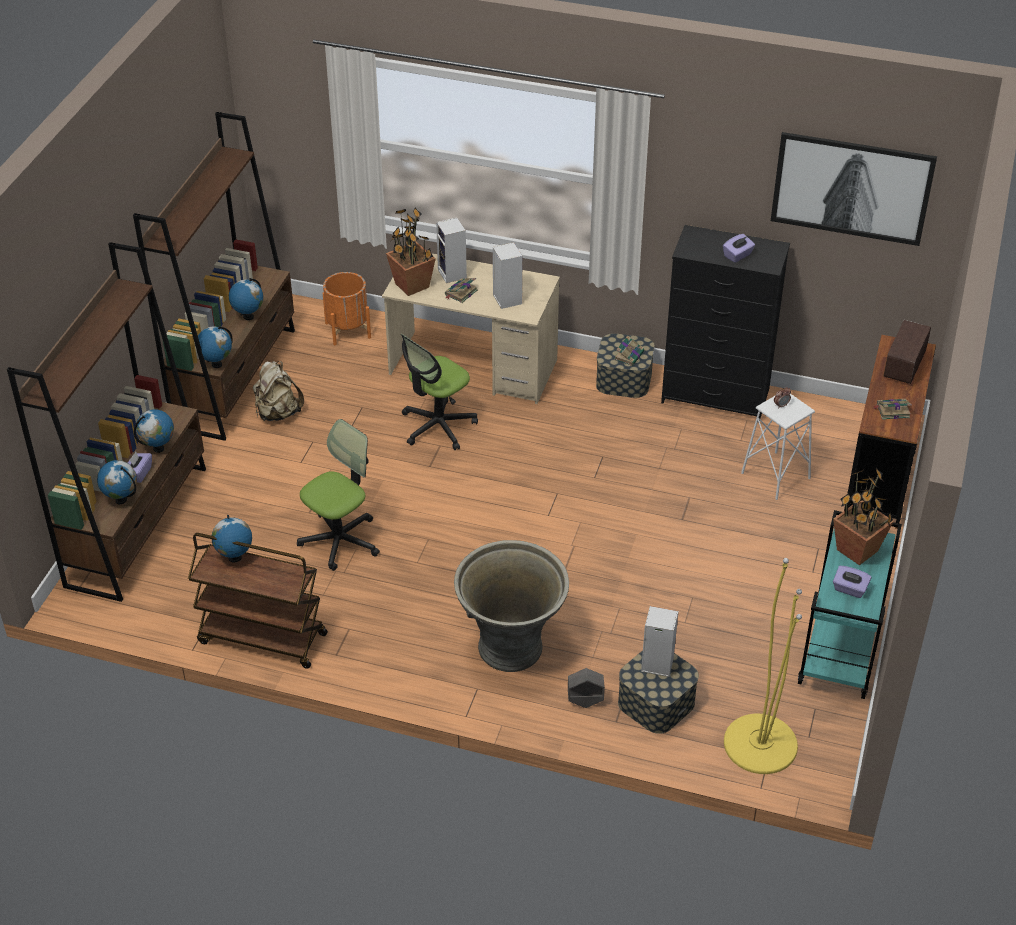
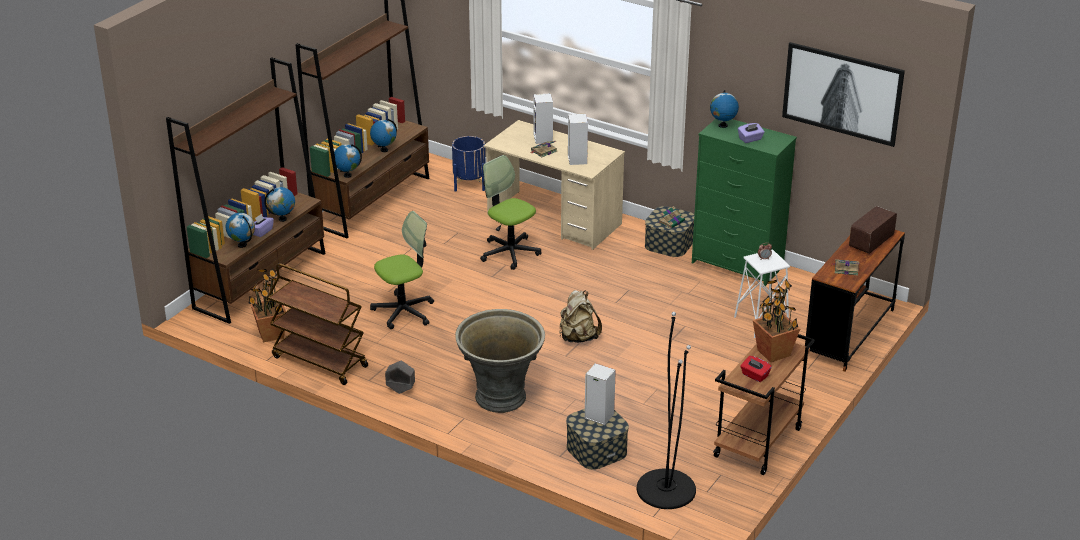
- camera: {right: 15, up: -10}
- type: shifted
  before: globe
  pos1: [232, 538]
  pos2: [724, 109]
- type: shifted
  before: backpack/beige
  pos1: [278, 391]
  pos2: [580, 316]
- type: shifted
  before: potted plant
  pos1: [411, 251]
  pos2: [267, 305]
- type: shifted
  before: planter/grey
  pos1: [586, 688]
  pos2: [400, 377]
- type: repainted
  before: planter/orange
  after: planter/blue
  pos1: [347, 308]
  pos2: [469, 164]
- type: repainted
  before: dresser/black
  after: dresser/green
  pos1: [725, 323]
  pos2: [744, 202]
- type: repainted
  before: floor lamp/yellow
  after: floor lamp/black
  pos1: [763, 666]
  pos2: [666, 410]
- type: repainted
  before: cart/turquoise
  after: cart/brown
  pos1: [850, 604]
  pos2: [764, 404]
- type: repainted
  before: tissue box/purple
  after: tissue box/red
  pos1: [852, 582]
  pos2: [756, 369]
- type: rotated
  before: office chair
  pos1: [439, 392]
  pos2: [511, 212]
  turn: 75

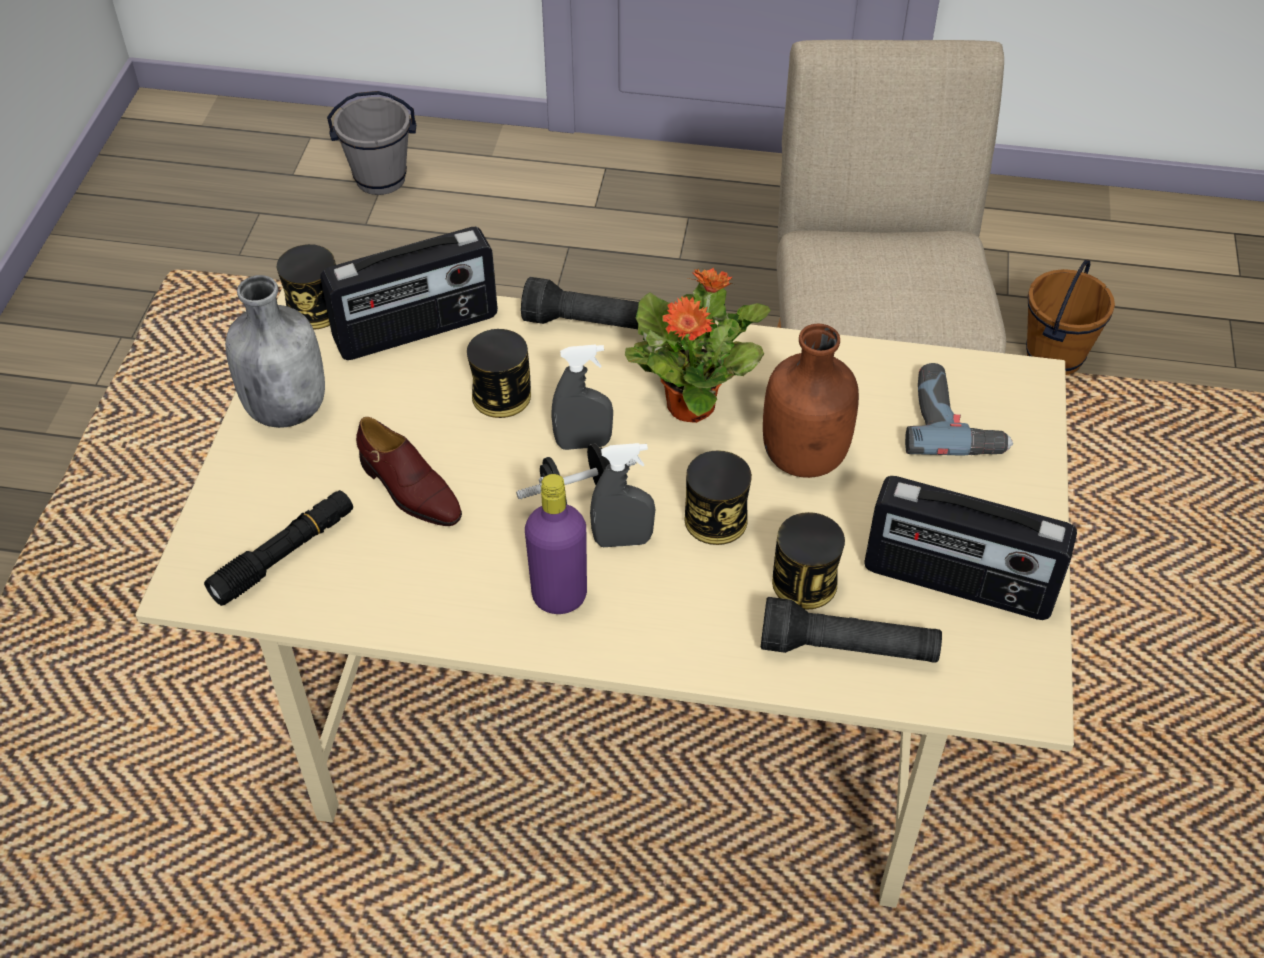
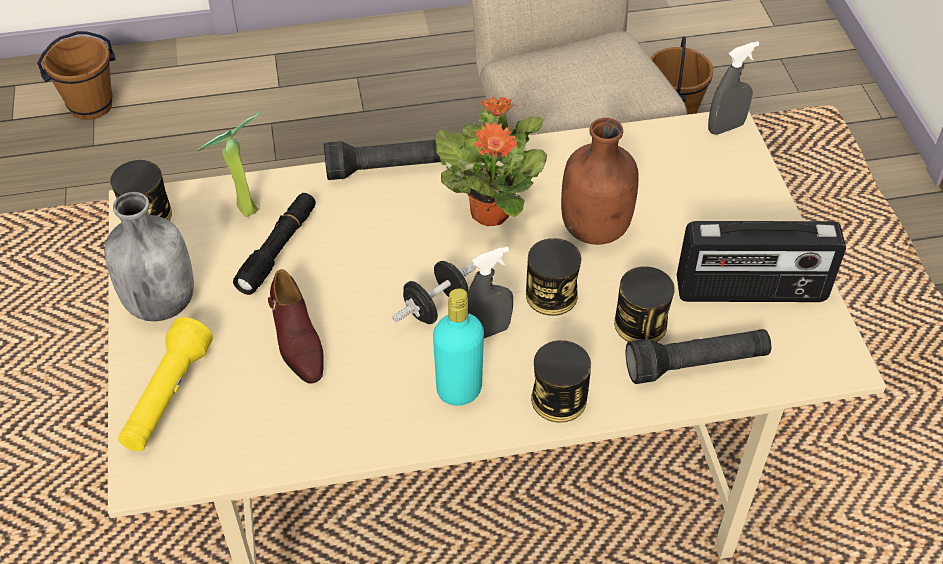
- camera: {right: -20, up: 0}
- type: gone
  before: power drill
  pos1: [959, 409]
- type: new
  after: flashlight/yellow
  pos2: [165, 384]
- type: shifted
  before: flashlight/black
  pos1: [278, 548]
  pos2: [274, 244]
- type: shifted
  before: can
  pos1: [499, 373]
  pos2: [561, 381]
- type: shifted
  before: spray bottle/grey
  pos1: [582, 397]
  pos2: [733, 88]
- type: swapped
  before: radio
  after: potted plant
  pos1: [409, 293]
  pos2: [229, 164]
- type: repainted
  before: bucket/grey
  after: bucket/brown
  pos1: [371, 143]
  pos2: [76, 75]
- type: repainted
  before: bottle/purple
  after: bottle/turquoise
  pos1: [556, 544]
  pos2: [458, 347]
- type: rotated
  before: shoe/brown
  pos1: [409, 471]
  pos2: [296, 326]
  turn: 45

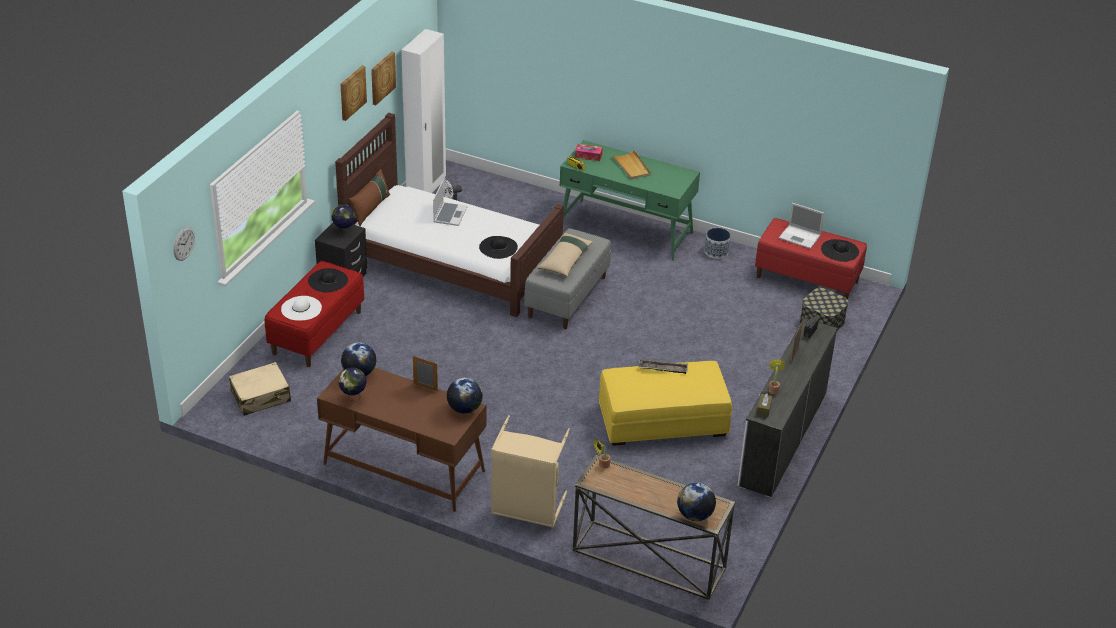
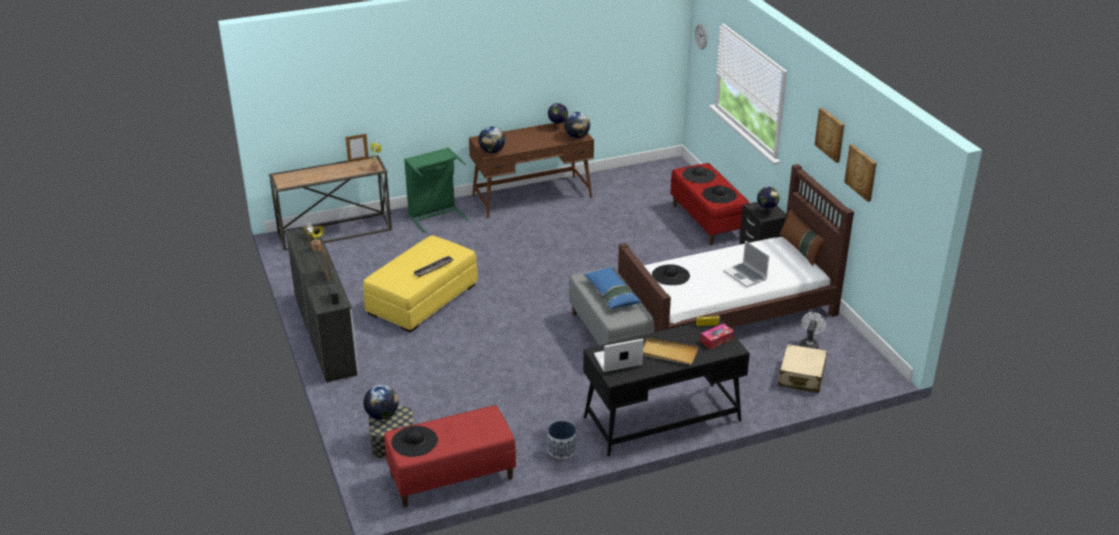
- camera: {right: 135, up: -5}
- type: gone
  before: wardrobe/white
  pos1: [423, 111]
- type: shifted
  before: suitcase/beige
  pos1: [260, 389]
  pos2: [802, 368]
- type: shifted
  before: picture frame
  pos1: [425, 374]
  pos2: [357, 148]
- type: shifted
  before: globe
  pos1: [696, 501]
  pos2: [381, 402]
- type: shifted
  before: laptop
  pos1: [801, 226]
  pos2: [619, 355]
- type: repainted
  before: hat/white
  after: hat/black
  pos1: [301, 308]
  pos2: [699, 174]
- type: repainted
  before: laundry basket/beige
  after: laundry basket/green
  pos1: [530, 471]
  pos2: [436, 190]
- type: repainted
  before: pillow/beige
  after: pillow/blue
  pos1: [565, 254]
  pos2: [612, 288]
- type: repainted
  before: desk/green
  after: desk/black
  pos1: [630, 200]
  pos2: [666, 387]

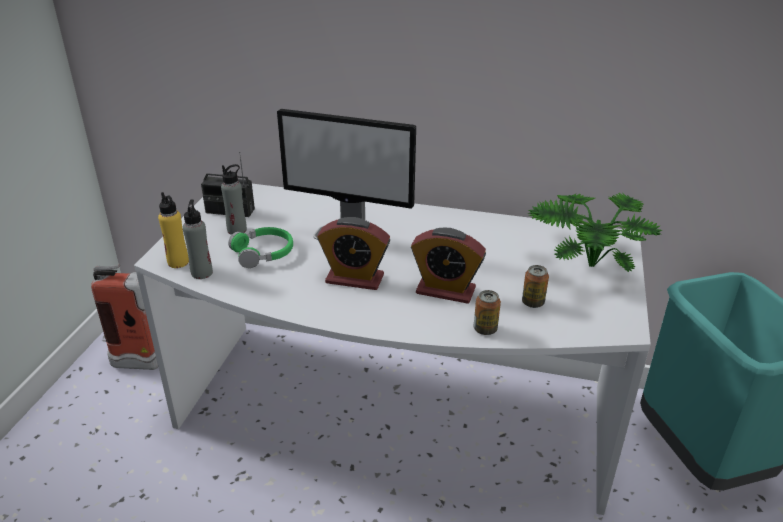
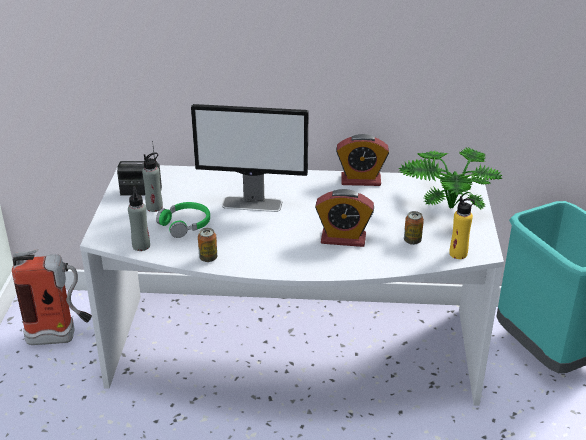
- camera: {right: -10, up: 0}
- type: shifted
  before: bottle/yellow
  pos1: [173, 230]
  pos2: [462, 227]
- type: shifted
  before: alarm clock
  pos1: [353, 253]
  pos2: [362, 160]
- type: shifted
  before: can
  pos1: [487, 312]
  pos2: [207, 245]

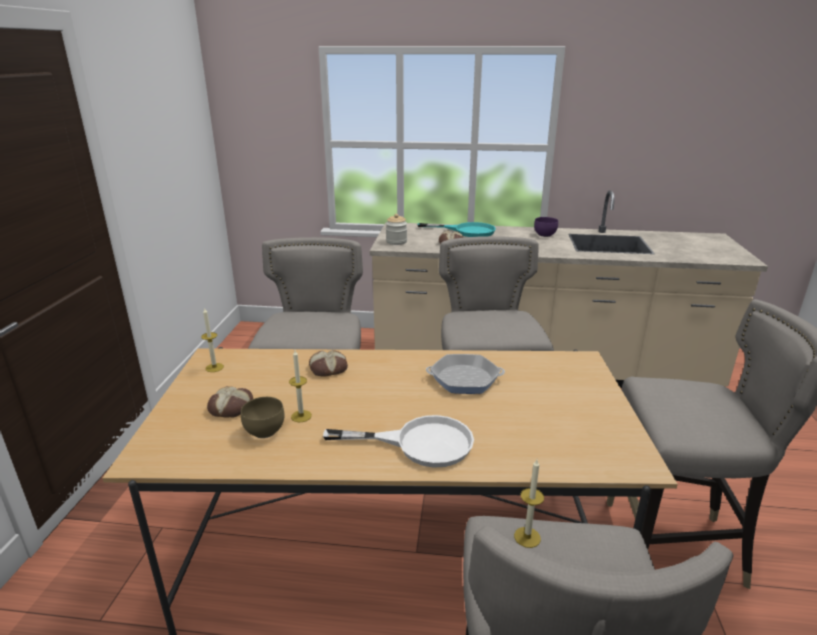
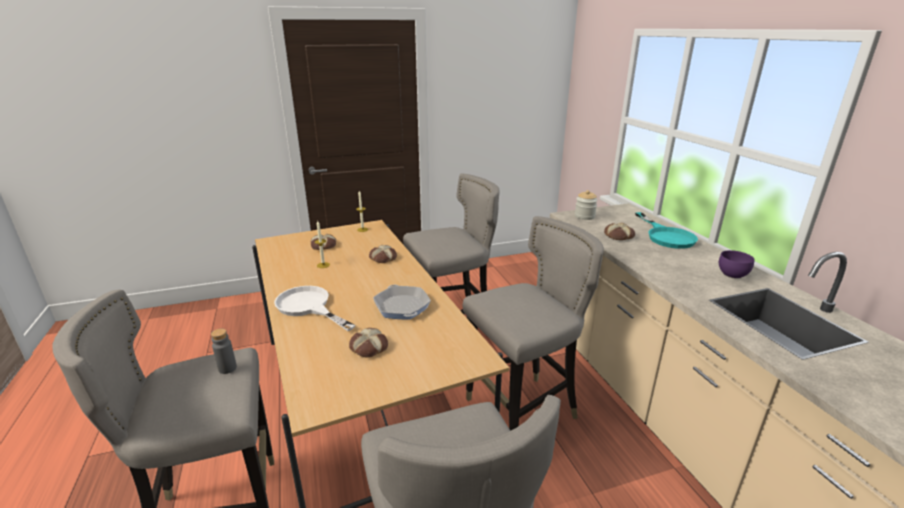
- camera: {right: 65, up: 0}
- type: gone
  before: bowl/brown
  pos1: [263, 417]
- type: new
  after: bread
  pos2: [368, 343]
- type: swapped
  before: candle
  after: bottle/grey
  pos1: [529, 504]
  pos2: [224, 351]
- type: rotated
  before: frying pan/white
  pos1: [398, 441]
  pos2: [314, 308]
  turn: 150

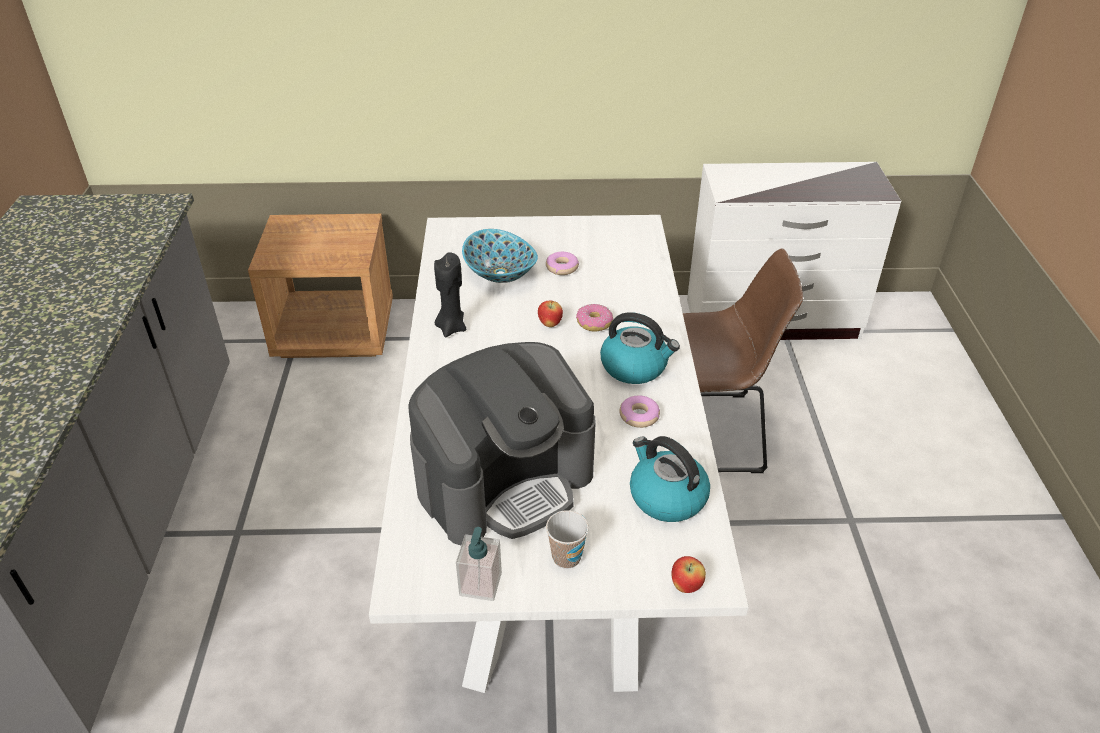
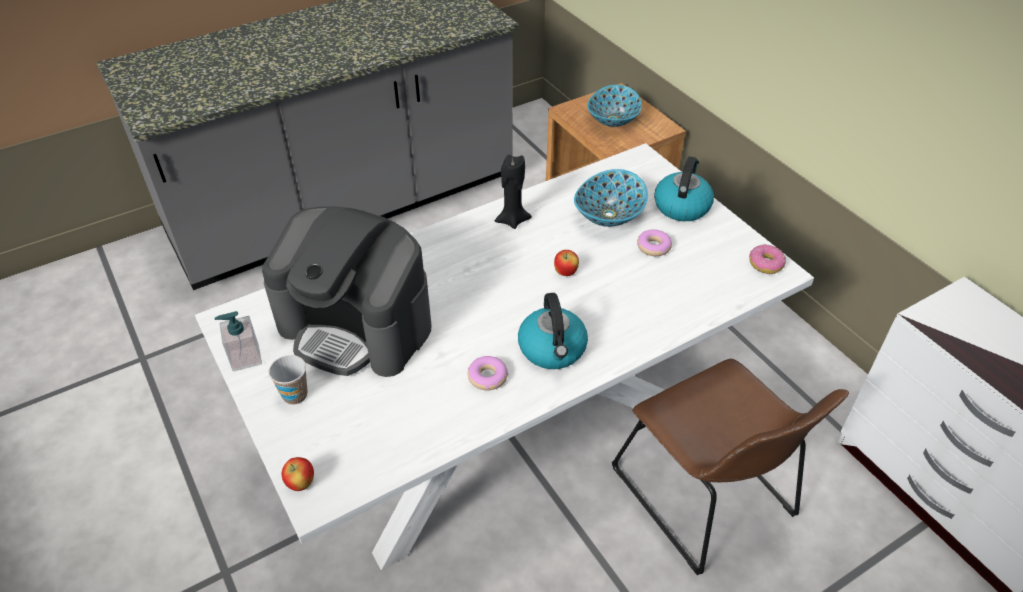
- camera: {right: 60, up: 5}
- type: new
  after: bowl
  pos2: [614, 106]
- type: shifted
  before: donut
  pos1: [594, 317]
  pos2: [767, 259]
- type: shifted
  before: kettle
  pos1: [670, 479]
  pos2: [684, 188]

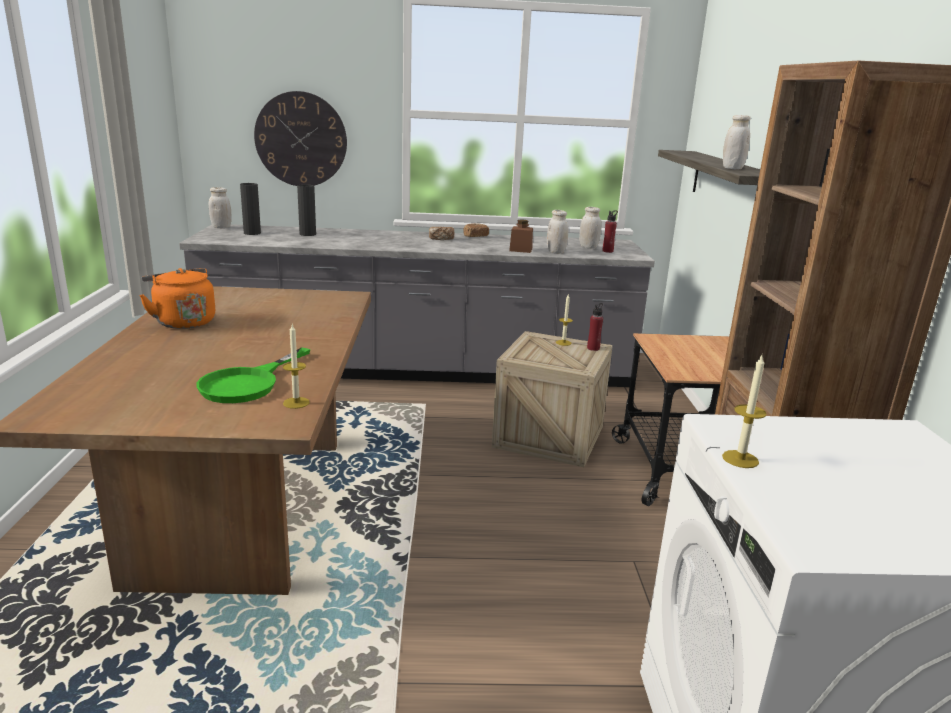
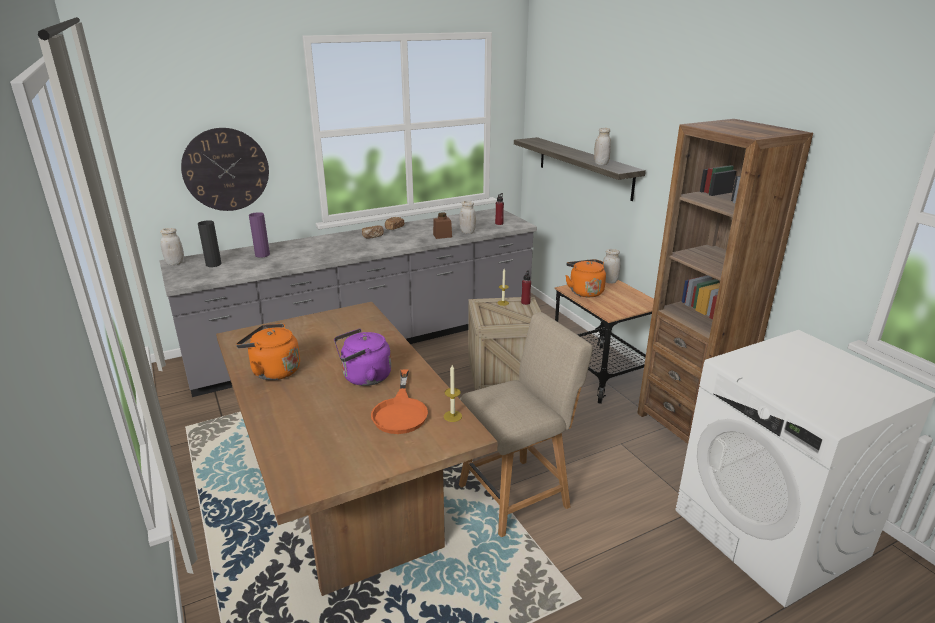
- camera: {right: -25, up: 5}
- type: gone
  before: candle
  pos1: [744, 411]
- type: new
  after: kettle/purple
  pos2: [362, 357]
- type: new
  after: chair/beige
  pos2: [526, 424]
- type: new
  after: kettle/orange
  pos2: [585, 278]
- type: shifted
  before: jar/white
  pos1: [590, 228]
  pos2: [612, 266]
- type: repainted
  before: frying pan/green
  after: frying pan/orange
  pos1: [253, 375]
  pos2: [399, 401]
- type: repainted
  before: vase/black
  after: vase/purple
  pos1: [306, 210]
  pos2: [259, 235]

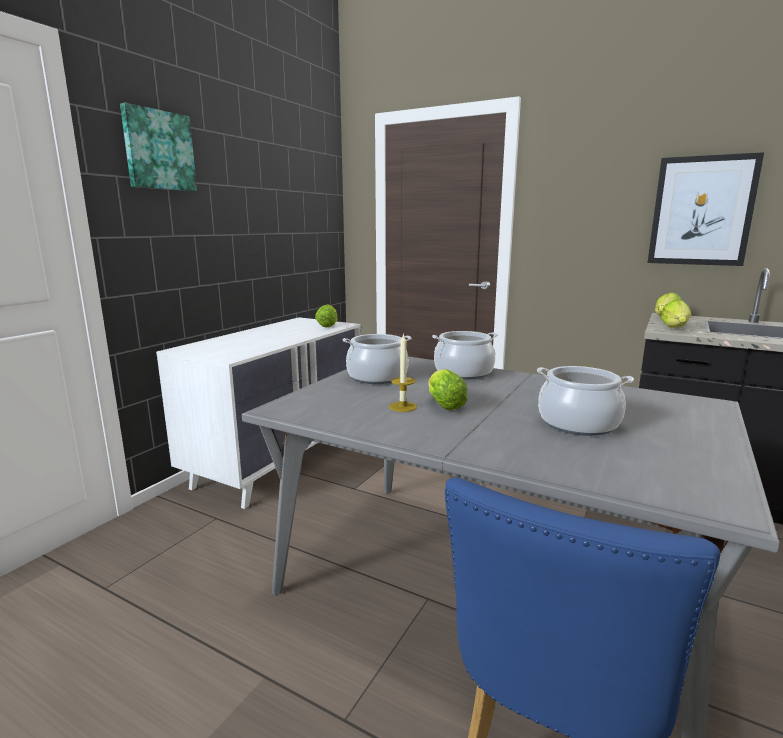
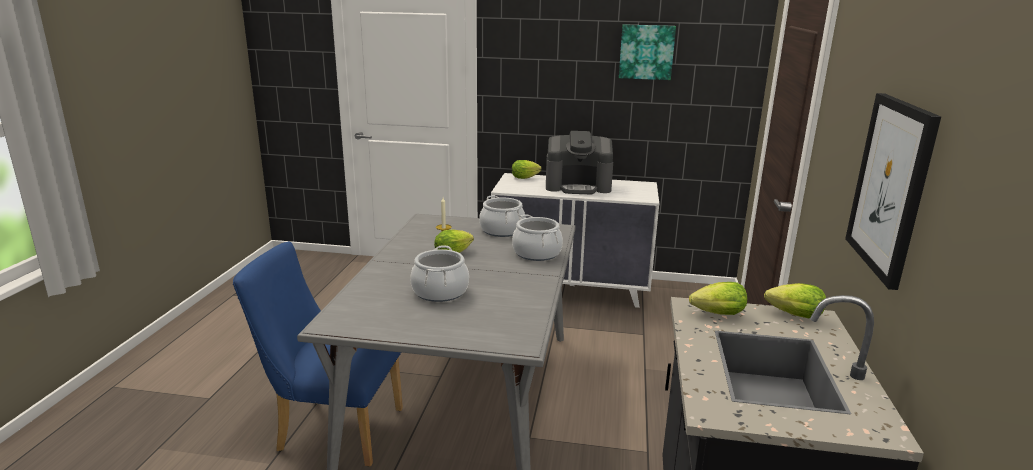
- camera: {right: 70, up: 5}
- type: new
  after: coffee machine
  pos2: [579, 162]
- type: shifted
  before: picture
  pos1: [158, 147]
  pos2: [647, 52]
- type: shifted
  before: lettuce
  pos1: [326, 316]
  pos2: [527, 169]

